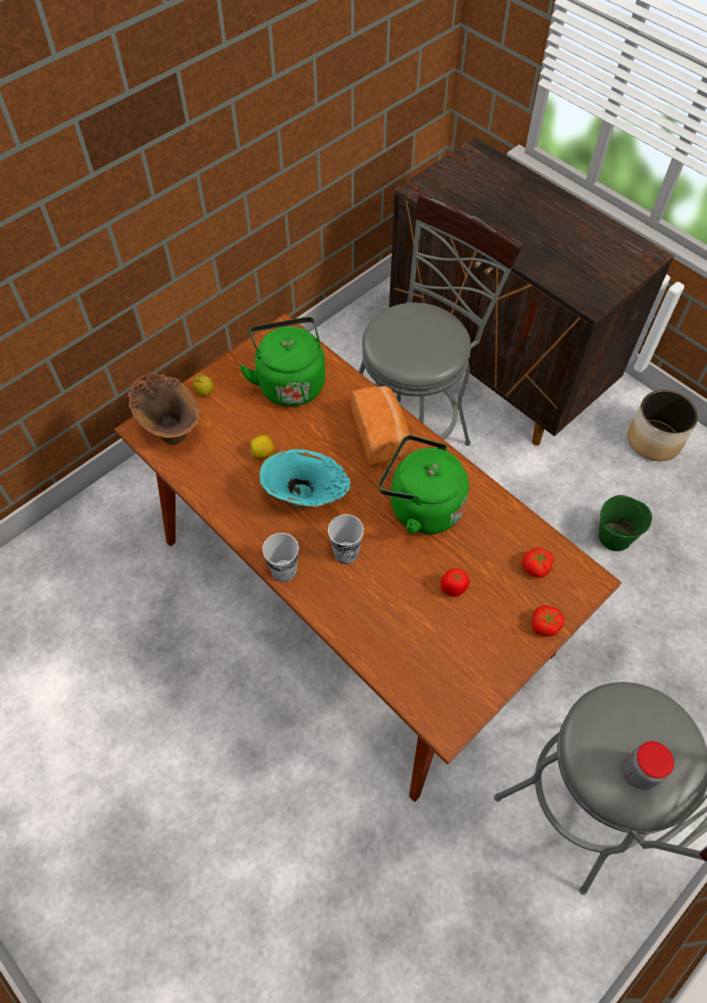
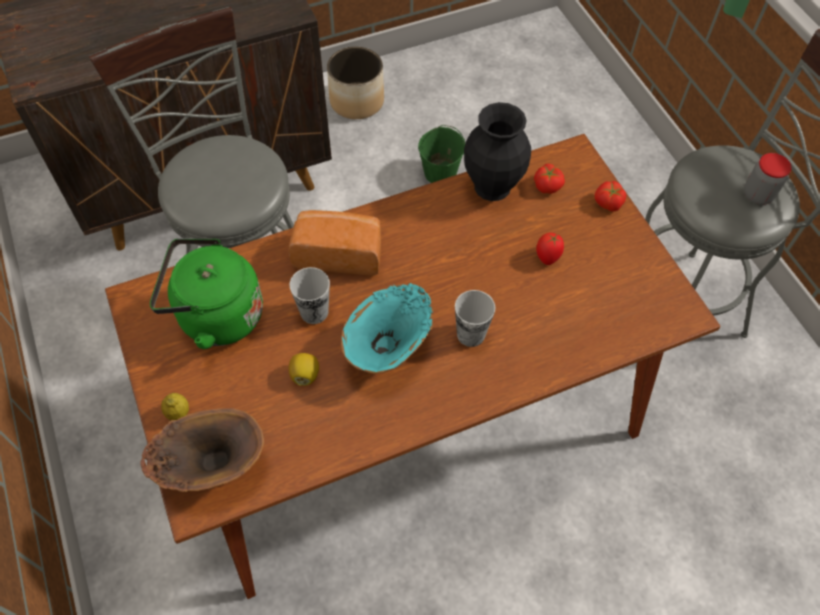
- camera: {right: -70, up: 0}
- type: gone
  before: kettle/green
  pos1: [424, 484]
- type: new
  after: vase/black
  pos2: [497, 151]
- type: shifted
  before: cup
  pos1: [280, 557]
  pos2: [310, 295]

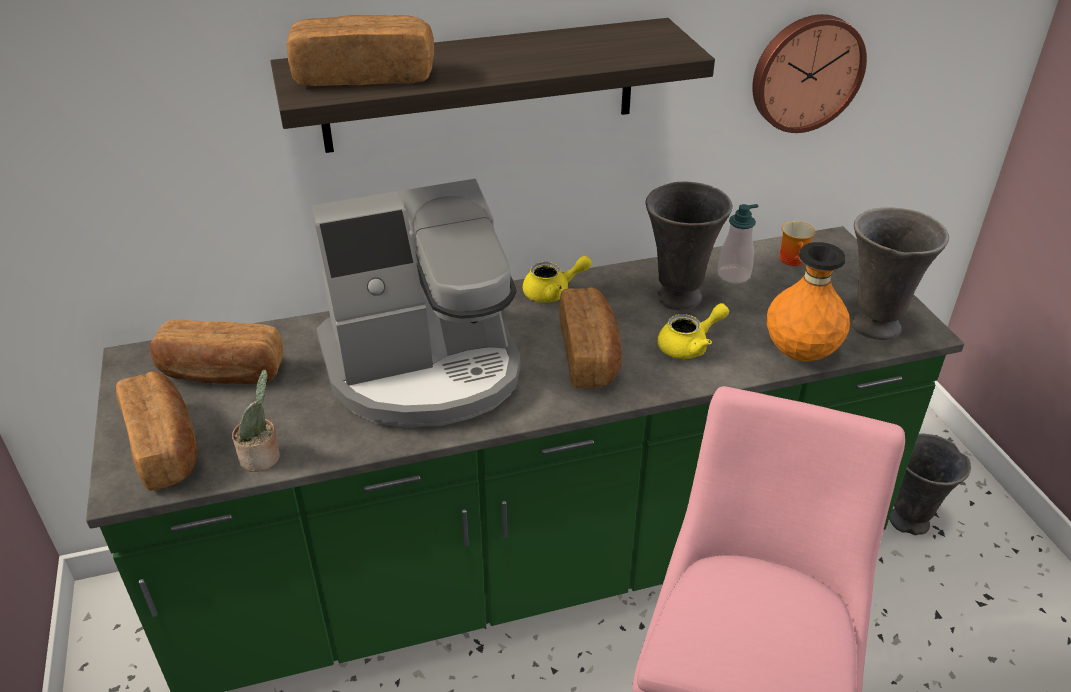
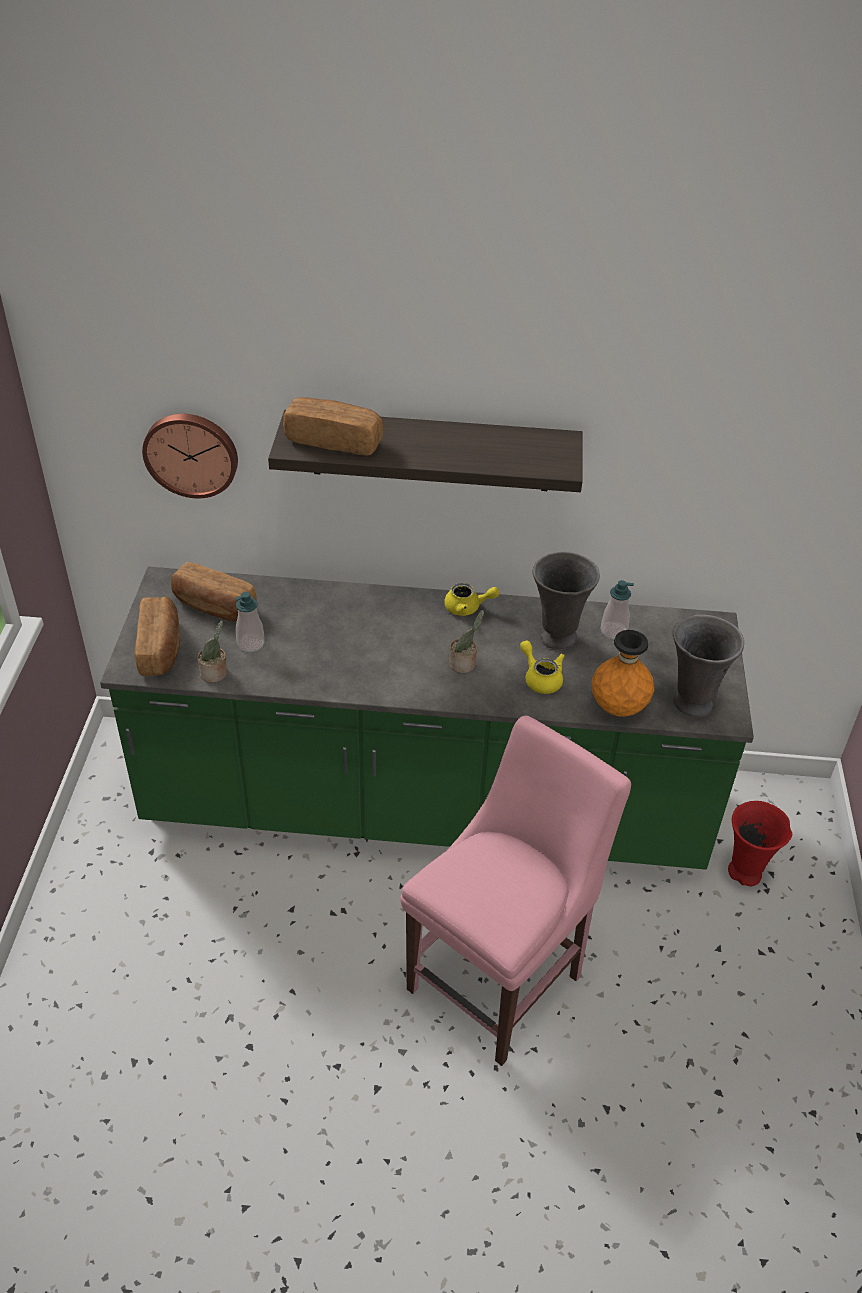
- camera: {right: 20, up: 5}
- type: gone
  before: coffee machine
  pos1: [415, 303]
- type: gone
  before: mug
  pos1: [797, 243]
- type: new
  after: soap dispenser
  pos2: [250, 622]
- type: shifted
  before: wall clock
  pos1: [809, 73]
  pos2: [190, 456]
- type: swapped
  before: bread
  after: potted plant
  pos1: [590, 338]
  pos2: [466, 641]
- type: repainted
  before: vase/grey
  after: vase/red
  pos1: [930, 484]
  pos2: [760, 843]
- type: rotated
  before: teapot/yellow
  pos1: [693, 331]
  pos2: [542, 667]
  turn: -120

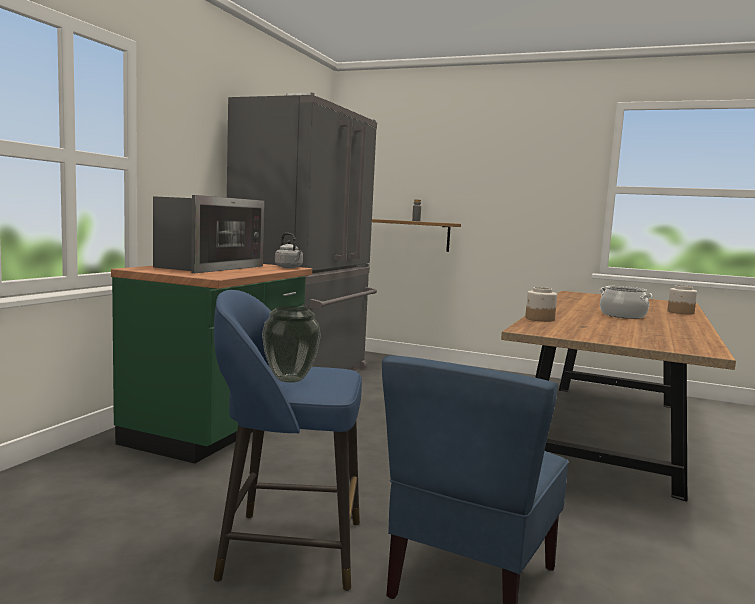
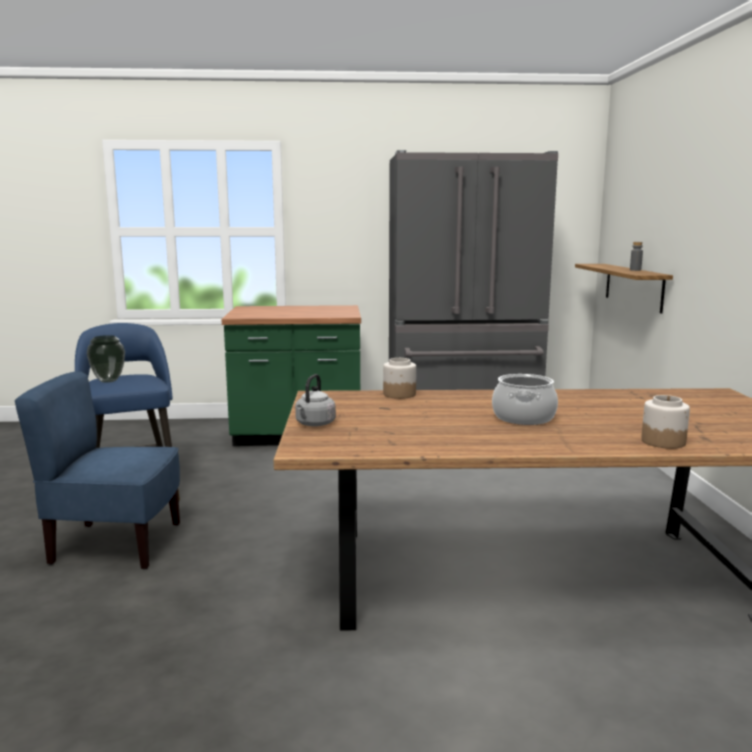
- camera: {right: 65, up: 5}
- type: gone
  before: microwave
  pos1: [209, 234]
- type: shifted
  before: kettle/grey
  pos1: [289, 250]
  pos2: [315, 400]

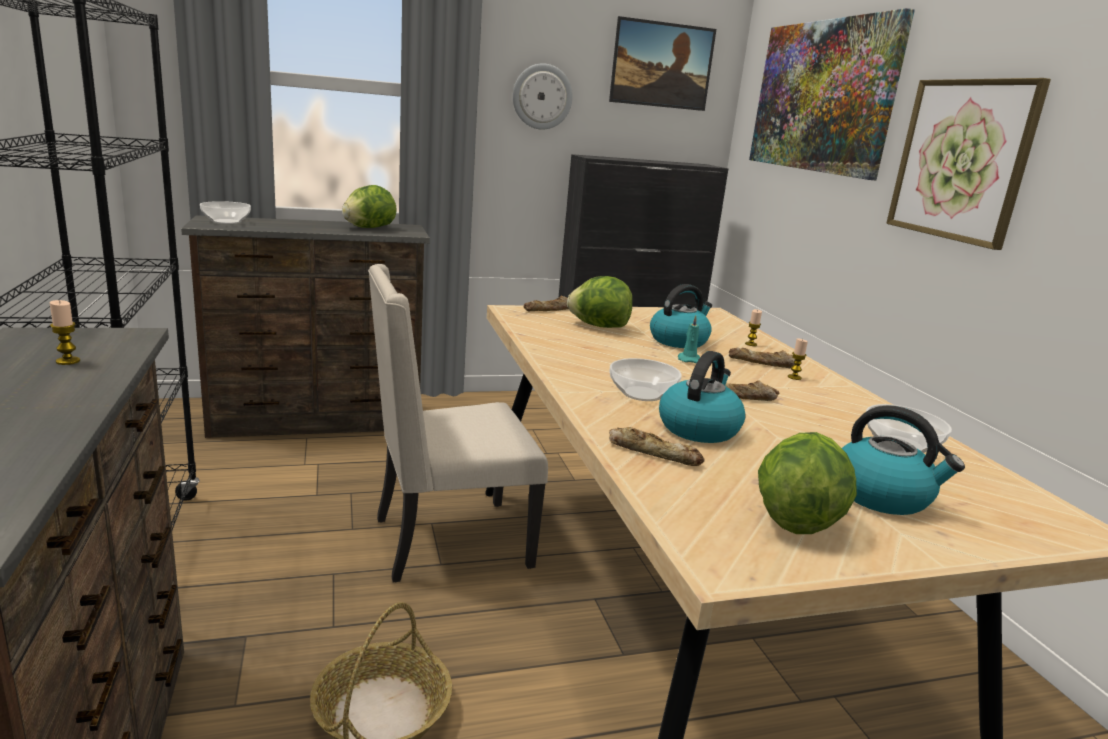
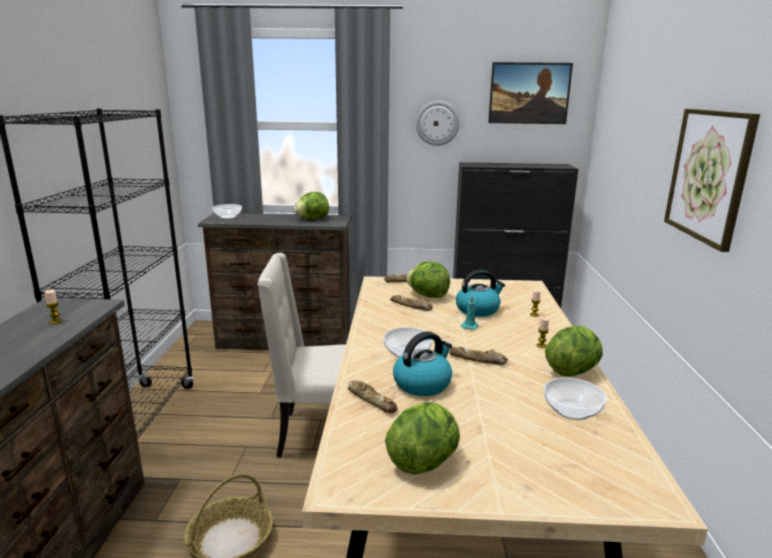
- camera: {right: 20, up: 0}
- type: gone
  before: picture
  pos1: [832, 94]
- type: gone
  before: kettle
  pos1: [903, 460]
- type: new
  after: lettuce
  pos2: [574, 351]
- type: shifted
  before: bread
  pos1: [762, 358]
  pos2: [411, 303]

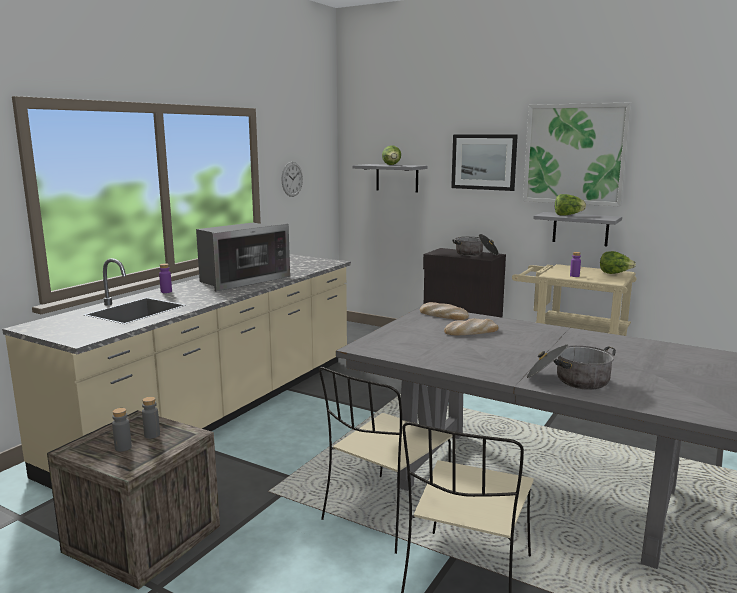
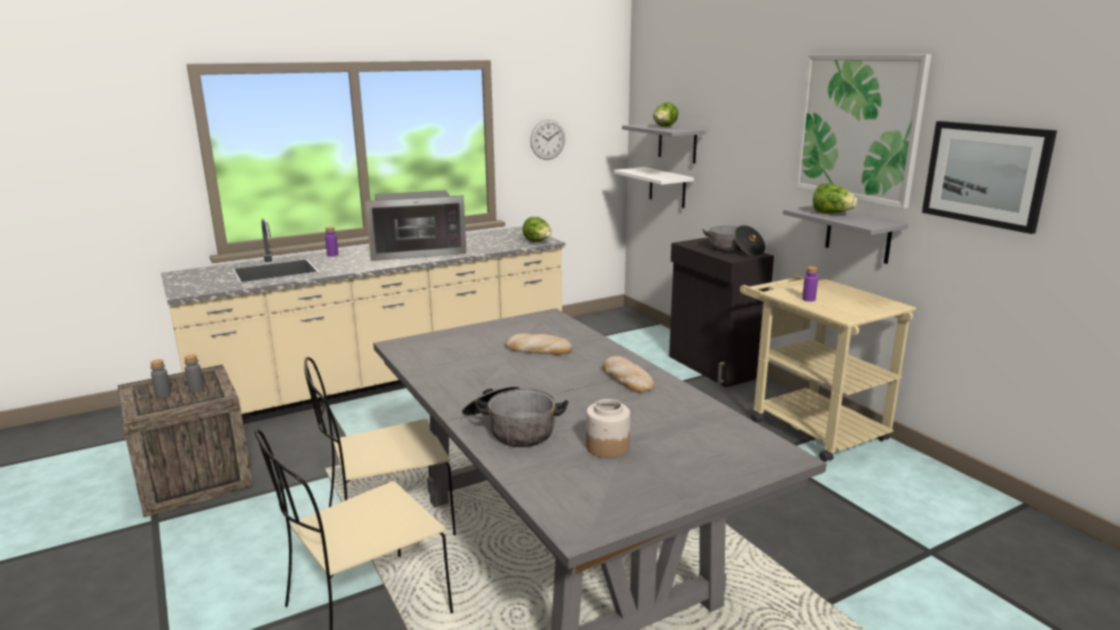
- camera: {right: 30, up: 5}
- type: new
  after: jar
  pos2: [608, 428]
- type: new
  after: shelf/white
  pos2: [654, 187]
- type: shifted
  before: bread
  pos1: [444, 311]
  pos2: [628, 374]
- type: shifted
  before: picture
  pos1: [484, 162]
  pos2: [989, 177]
- type: shifted
  before: lettuce
  pos1: [618, 262]
  pos2: [536, 229]

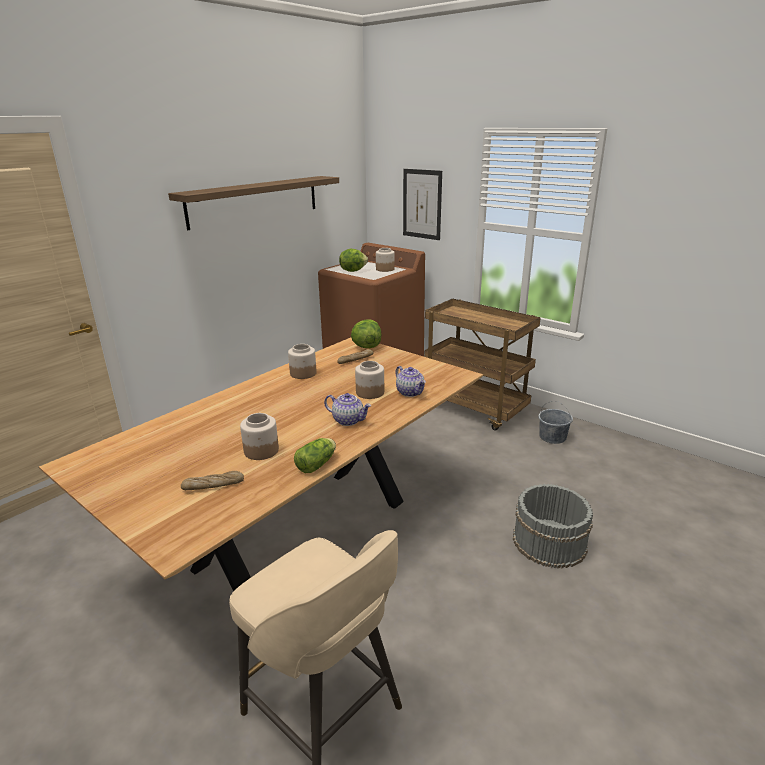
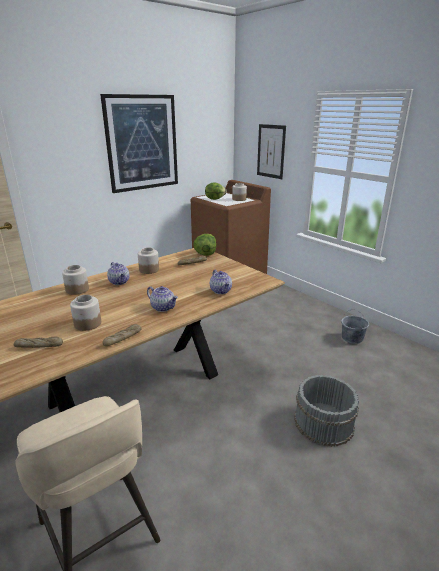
- camera: {right: 10, up: 0}
- type: gone
  before: cart/brown
  pos1: [482, 364]
- type: new
  after: teapot
  pos2: [118, 273]
- type: shifted
  before: jar
  pos1: [369, 380]
  pos2: [75, 280]
- type: swapped
  before: shelf
  after: picture
  pos1: [253, 203]
  pos2: [139, 143]
- type: swapped
  before: lettuce
  after: bread
  pos1: [315, 455]
  pos2: [122, 335]

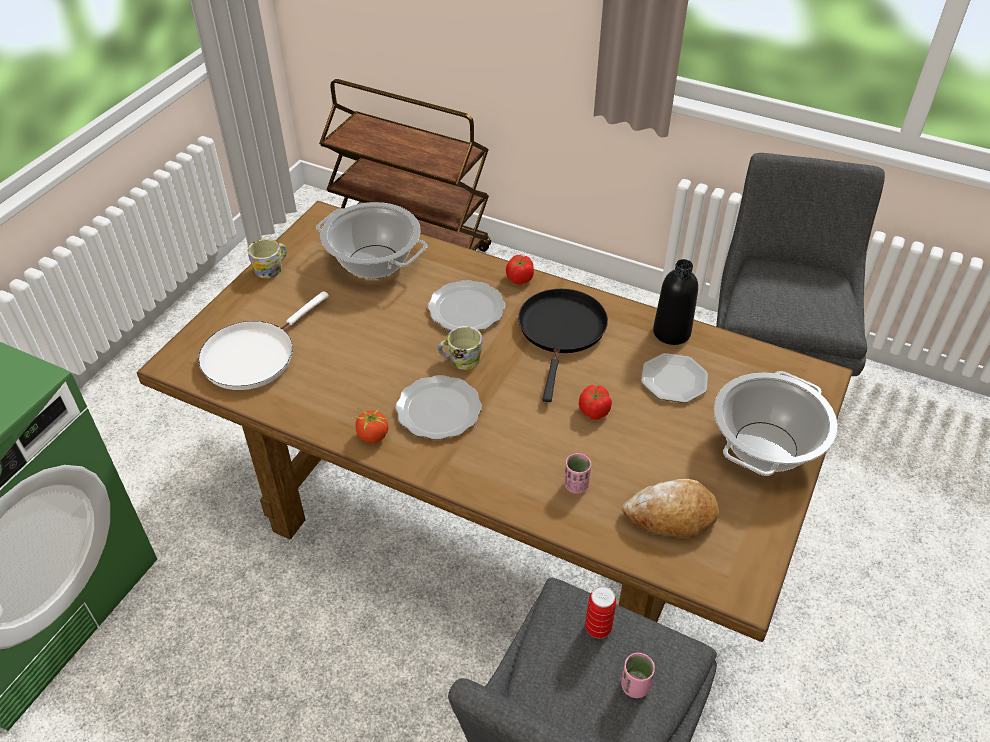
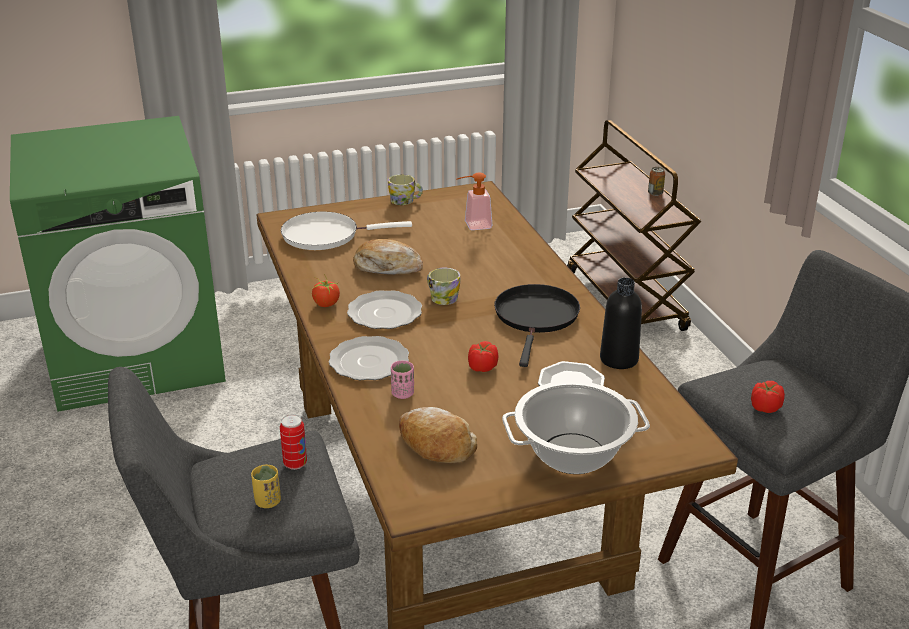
- camera: {right: 45, up: -15}
- type: new
  after: bread
  pos2: [388, 257]
- type: new
  after: can
  pos2: [656, 181]
- type: shifted
  before: plate
  pos1: [466, 305]
  pos2: [369, 358]
- type: shifted
  before: tomato
  pos1: [520, 270]
  pos2: [768, 397]
- type: swapped
  before: cooking pot
  after: soap dispenser
  pos1: [372, 240]
  pos2: [474, 201]
- type: repainted
  before: cup/pink
  after: cup/yellow
  pos1: [638, 675]
  pos2: [266, 486]
- type: rotated
  before: frying pan/black
  pos1: [563, 345]
  pos2: [537, 325]
  turn: -45

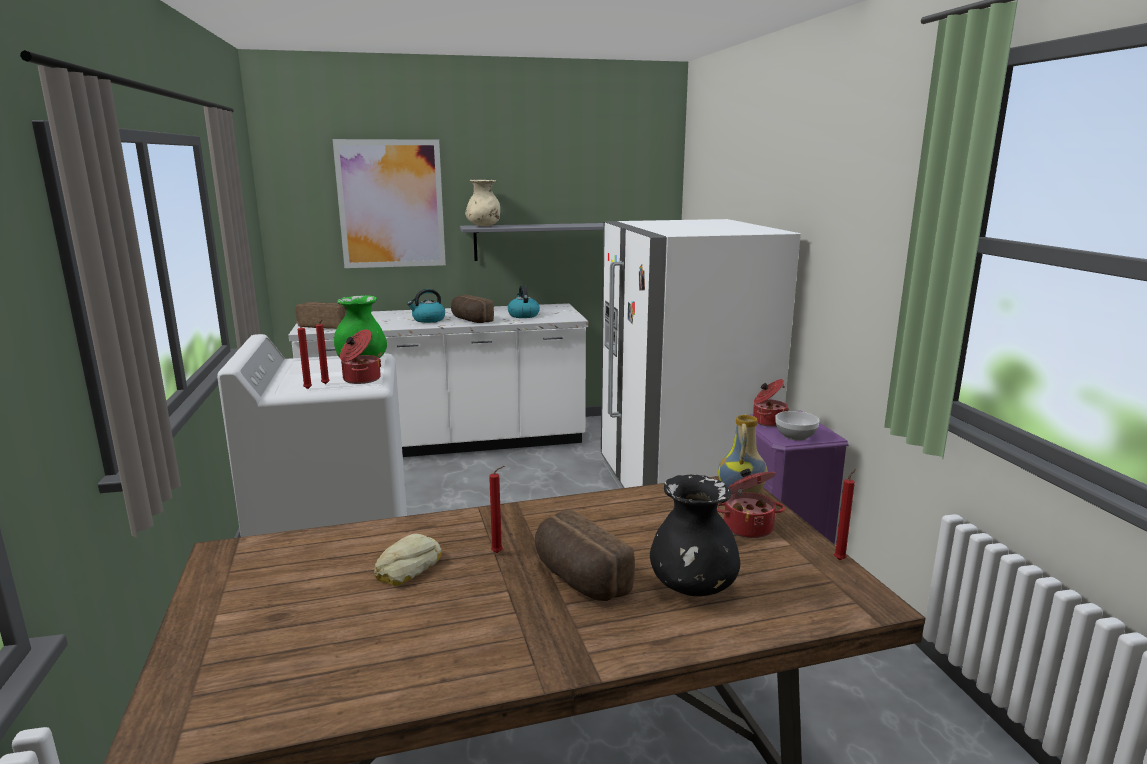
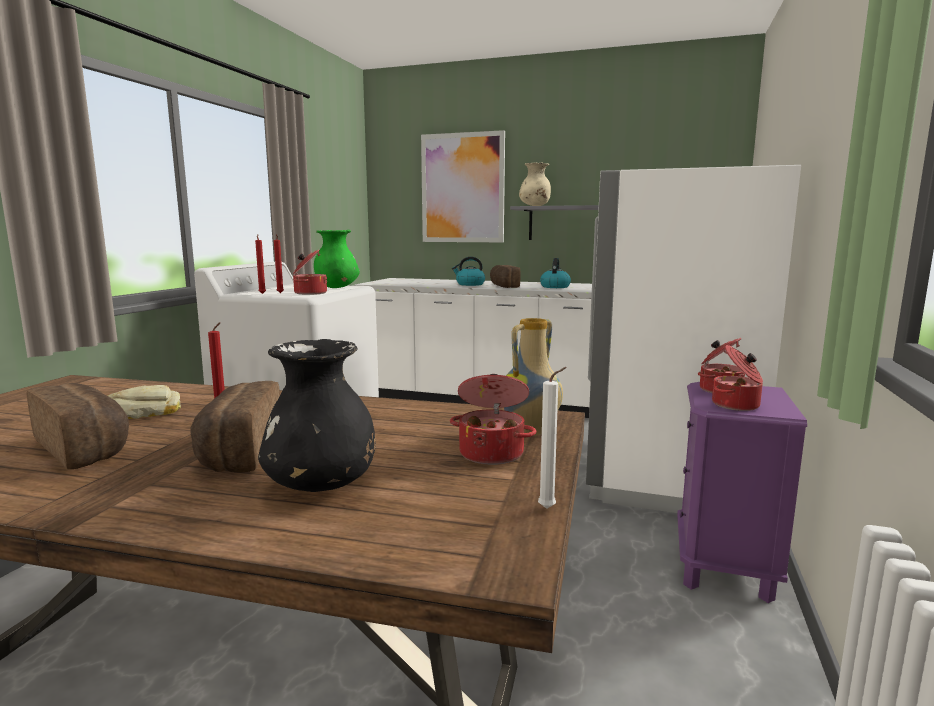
- camera: {right: 30, up: -5}
- type: shifted
  before: bread
  pos1: [320, 315]
  pos2: [77, 426]
- type: swapped
  before: bowl
  after: cooking pot
  pos1: [798, 426]
  pos2: [737, 378]
- type: repainted
  before: candle/red
  after: candle/white
  pos1: [845, 514]
  pos2: [552, 438]

